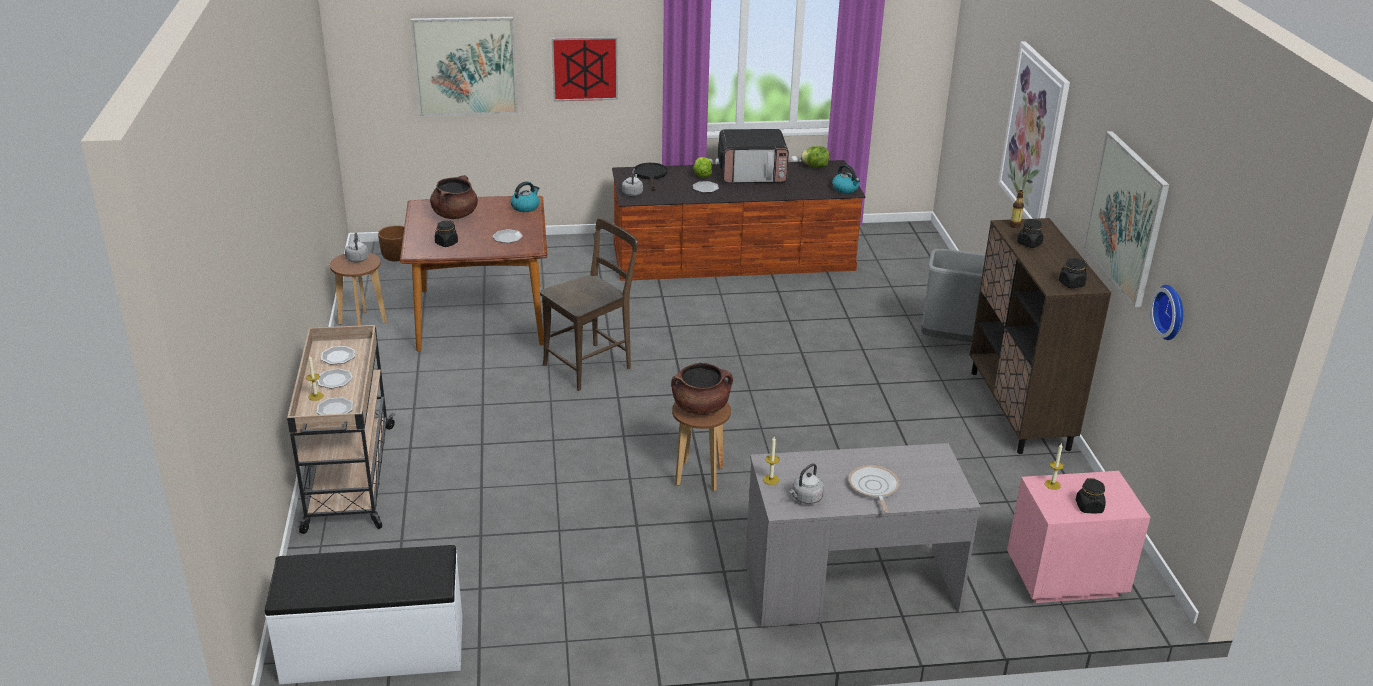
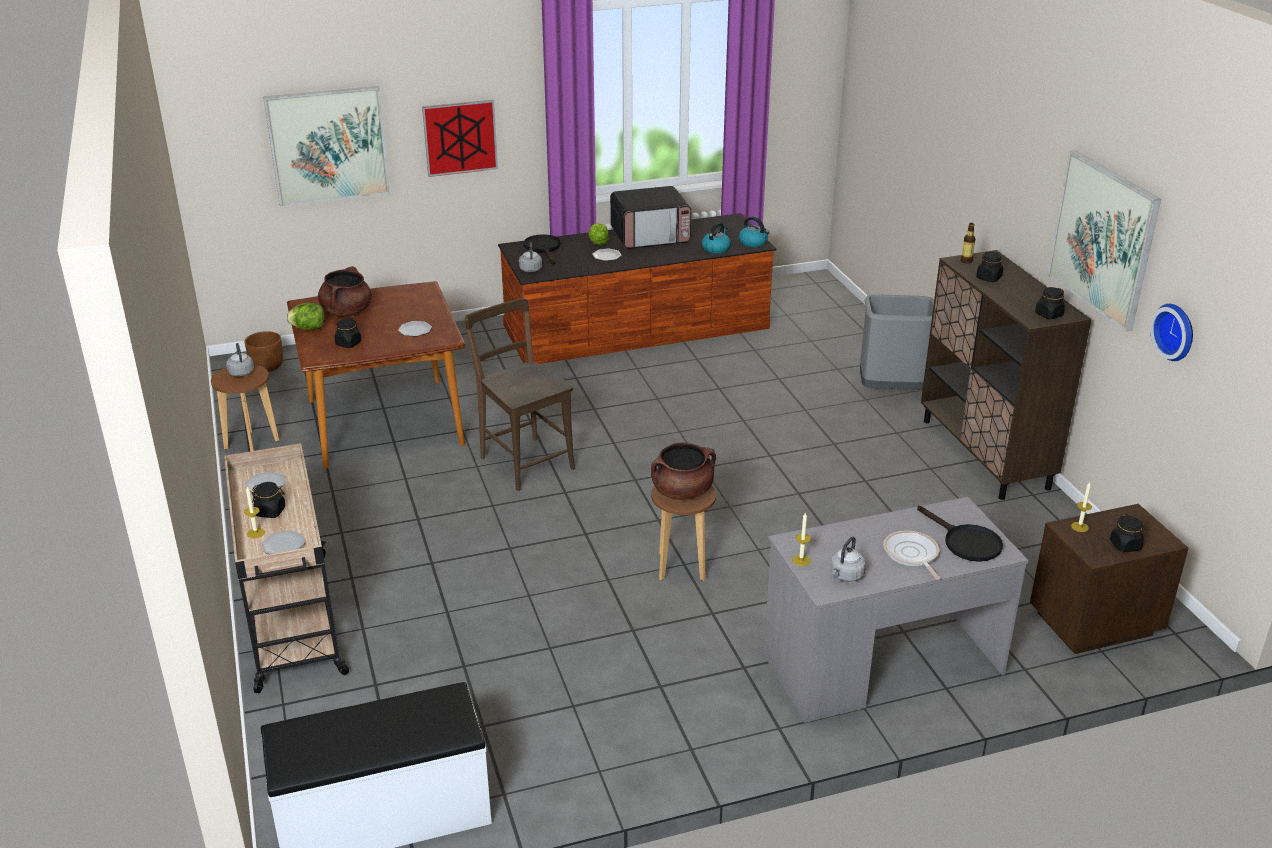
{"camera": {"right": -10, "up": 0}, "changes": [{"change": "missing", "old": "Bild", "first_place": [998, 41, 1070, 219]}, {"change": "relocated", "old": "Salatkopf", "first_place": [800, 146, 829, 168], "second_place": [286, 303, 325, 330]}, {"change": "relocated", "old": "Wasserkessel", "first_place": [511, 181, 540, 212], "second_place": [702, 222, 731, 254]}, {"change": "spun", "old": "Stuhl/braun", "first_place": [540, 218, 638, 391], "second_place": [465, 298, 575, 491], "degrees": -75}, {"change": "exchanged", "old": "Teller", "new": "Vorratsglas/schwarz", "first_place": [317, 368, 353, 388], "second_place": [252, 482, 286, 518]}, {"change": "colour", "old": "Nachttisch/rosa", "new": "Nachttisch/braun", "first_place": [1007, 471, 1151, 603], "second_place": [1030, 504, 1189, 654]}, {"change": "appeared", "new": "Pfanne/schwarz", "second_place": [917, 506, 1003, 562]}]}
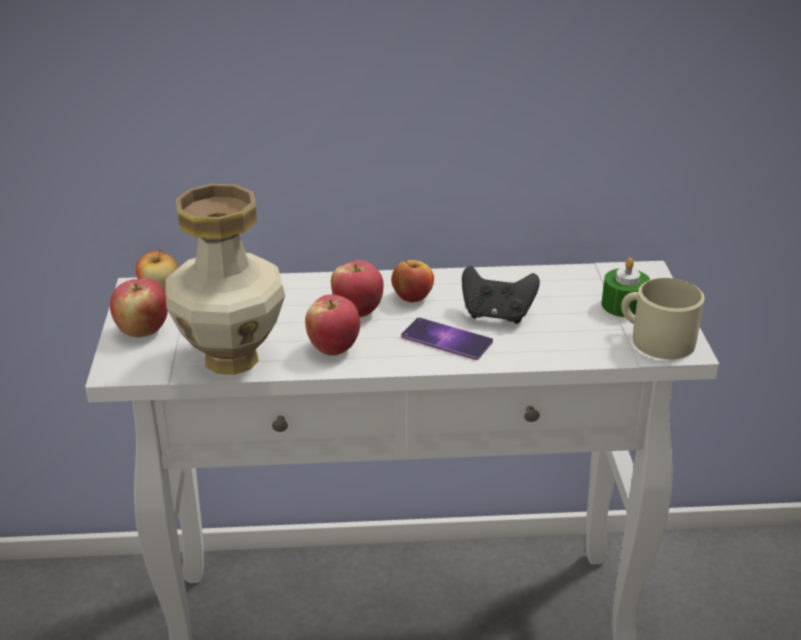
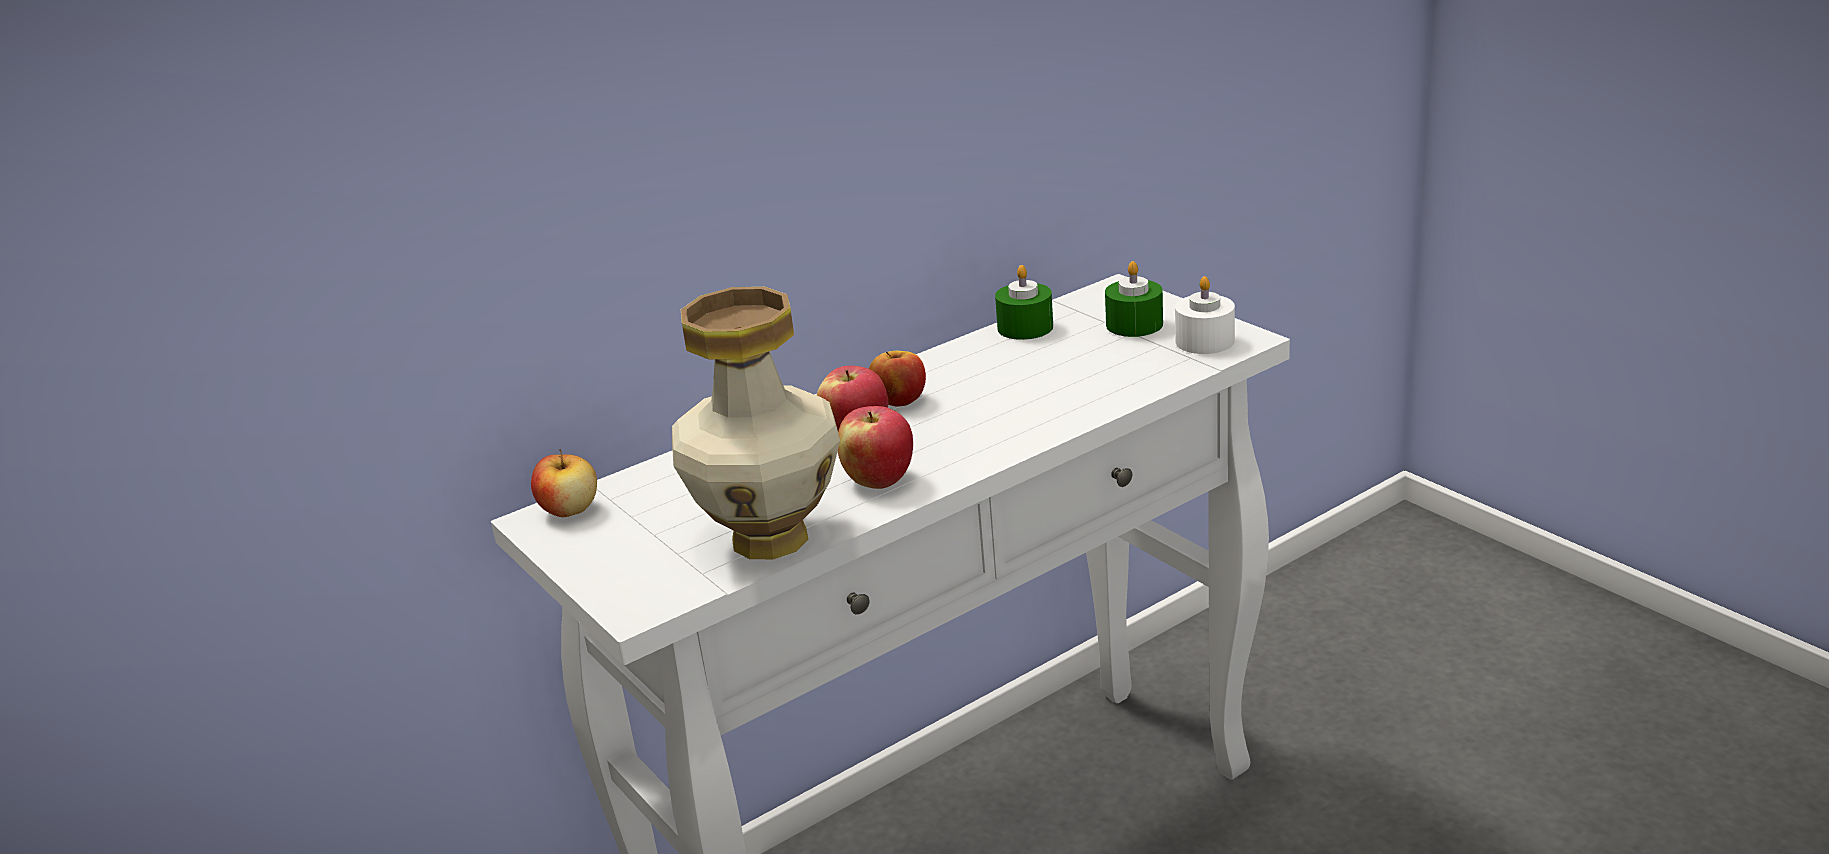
{"camera": {"right": -30, "up": -5}, "changes": [{"change": "missing", "old": "Gamepad/schwarz", "first_place": [462, 266, 540, 324]}, {"change": "exchanged", "old": "Henkelbecher/beige", "new": "Kerze/weiß", "first_place": [621, 278, 704, 359], "second_place": [1175, 276, 1235, 354]}, {"change": "missing", "old": "Apfel", "first_place": [110, 279, 168, 337]}, {"change": "missing", "old": "Handy", "first_place": [401, 318, 493, 360]}, {"change": "appeared", "new": "Kerze/grün", "second_place": [995, 265, 1053, 340]}]}
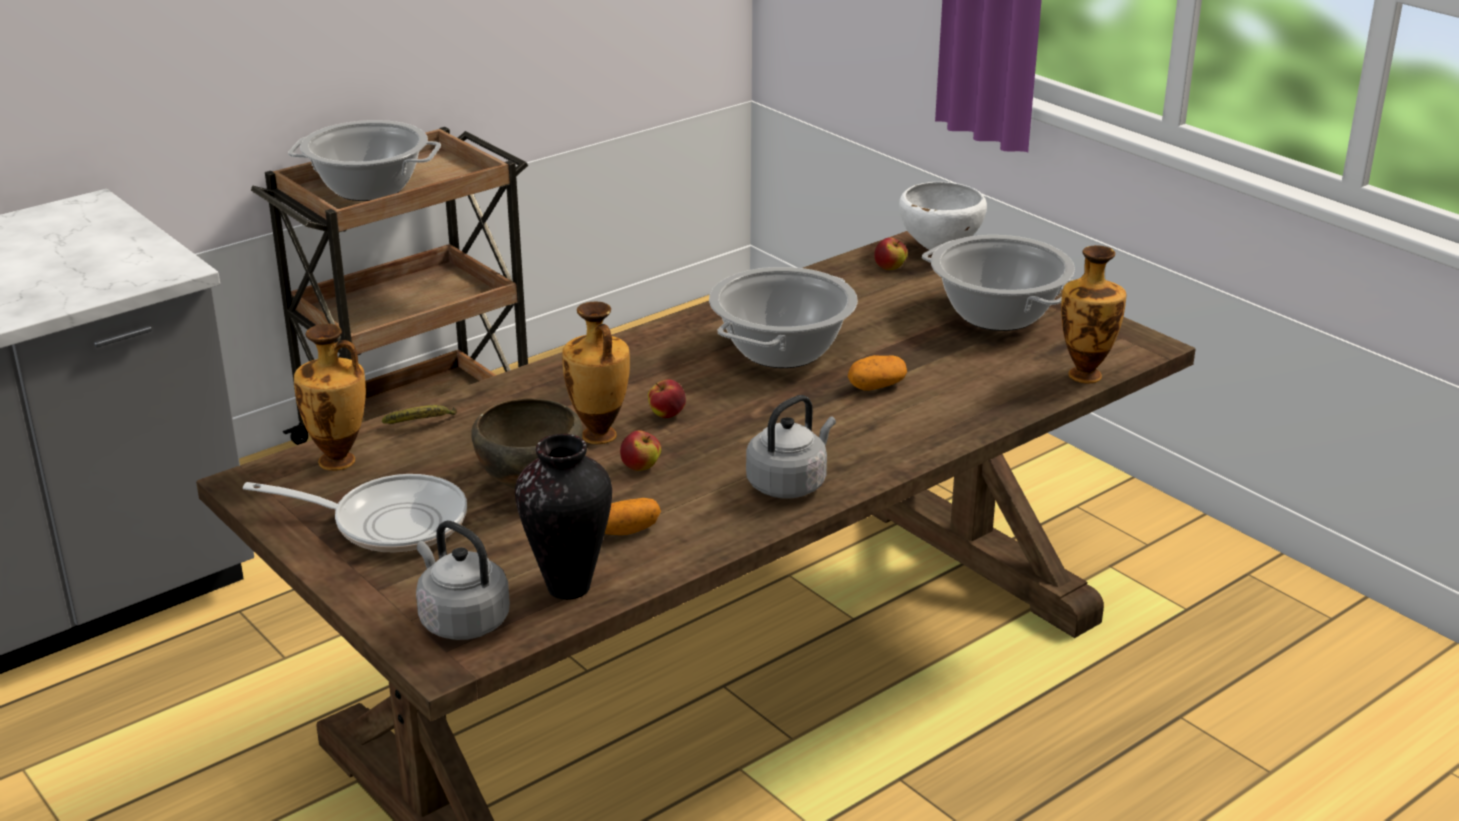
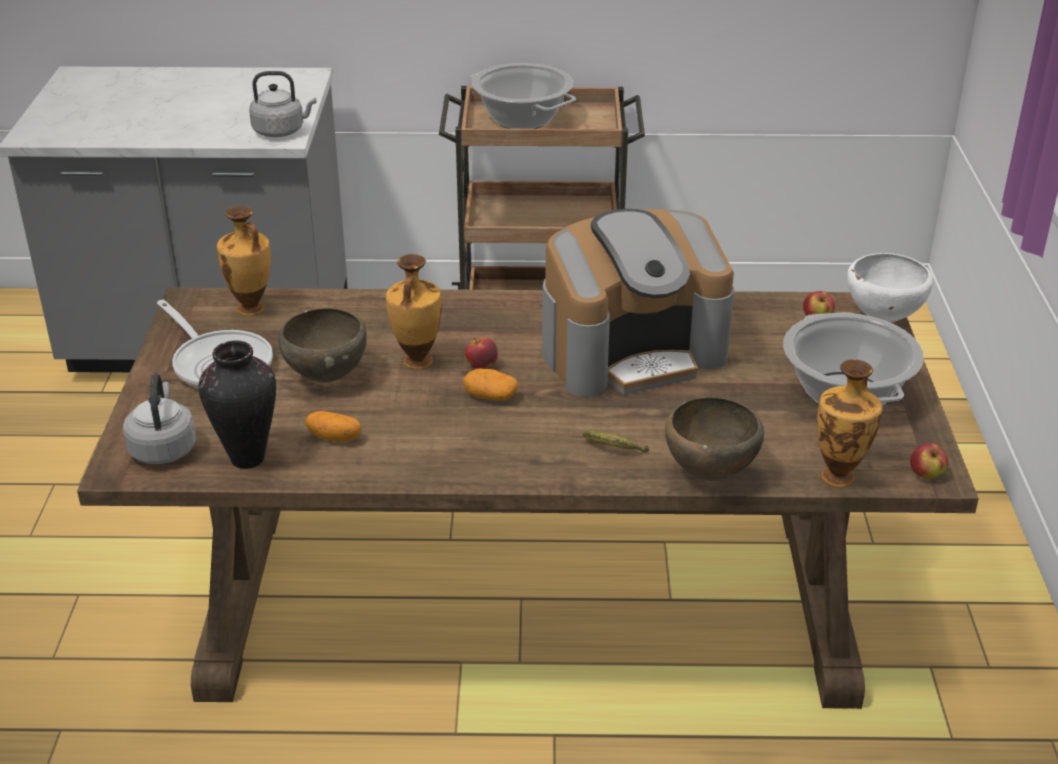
{"camera": {"right": 40, "up": 5}, "changes": [{"change": "exchanged", "old": "Kochtopf", "new": "Kaffeemaschine", "first_place": [709, 267, 858, 368], "second_place": [542, 209, 734, 397]}, {"change": "relocated", "old": "Kartoffel", "first_place": [848, 355, 907, 391], "second_place": [463, 368, 518, 400]}, {"change": "relocated", "old": "Wasserkessel/grau", "first_place": [746, 395, 836, 499], "second_place": [249, 71, 317, 137]}, {"change": "relocated", "old": "Banane", "first_place": [382, 405, 457, 424], "second_place": [583, 430, 649, 452]}, {"change": "relocated", "old": "Apfel", "first_place": [620, 430, 661, 471], "second_place": [910, 443, 948, 479]}, {"change": "appeared", "new": "Schüssel/braun", "second_place": [665, 397, 764, 481]}]}
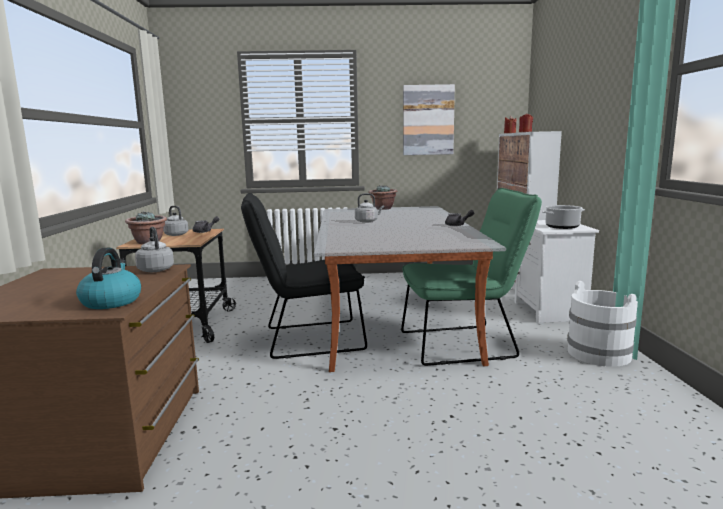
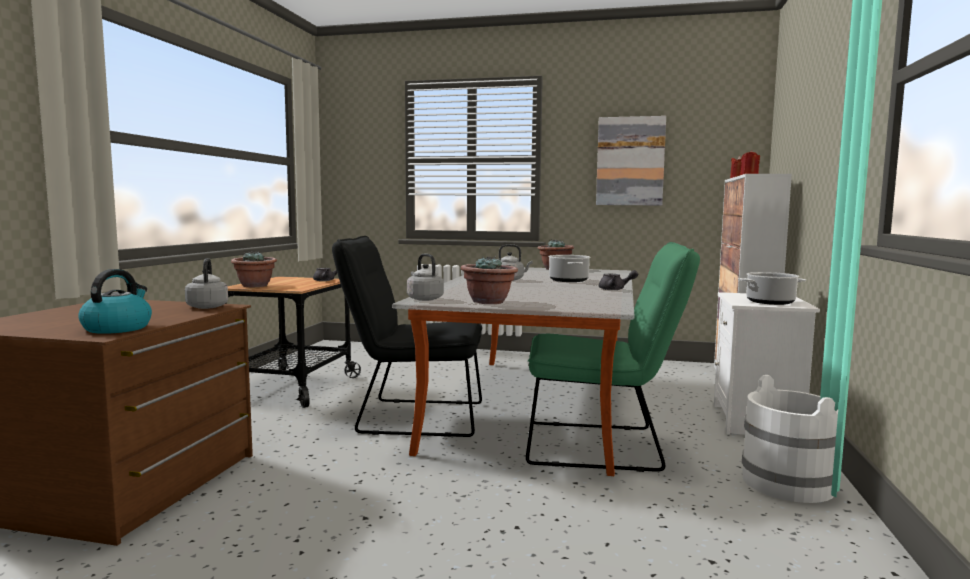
{"camera": {"right": 15, "up": -5}, "changes": [{"change": "relocated", "old": "Wasserkessel/grau", "first_place": [163, 206, 188, 236], "second_place": [407, 254, 444, 301]}, {"change": "appeared", "new": "Kochtopf", "second_place": [548, 255, 591, 282]}, {"change": "appeared", "new": "Topfpflanze", "second_place": [461, 256, 518, 304]}]}
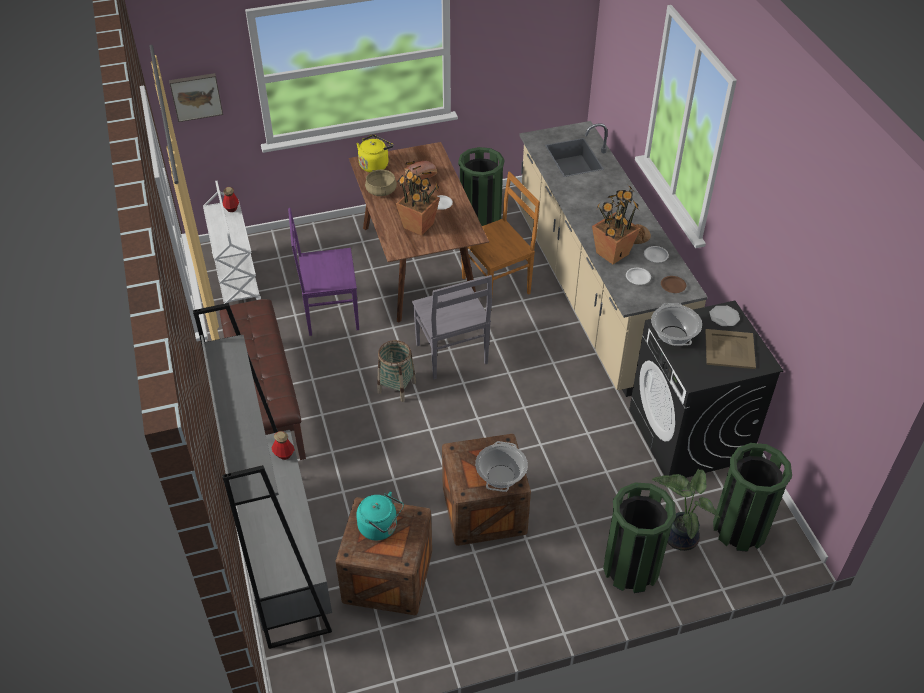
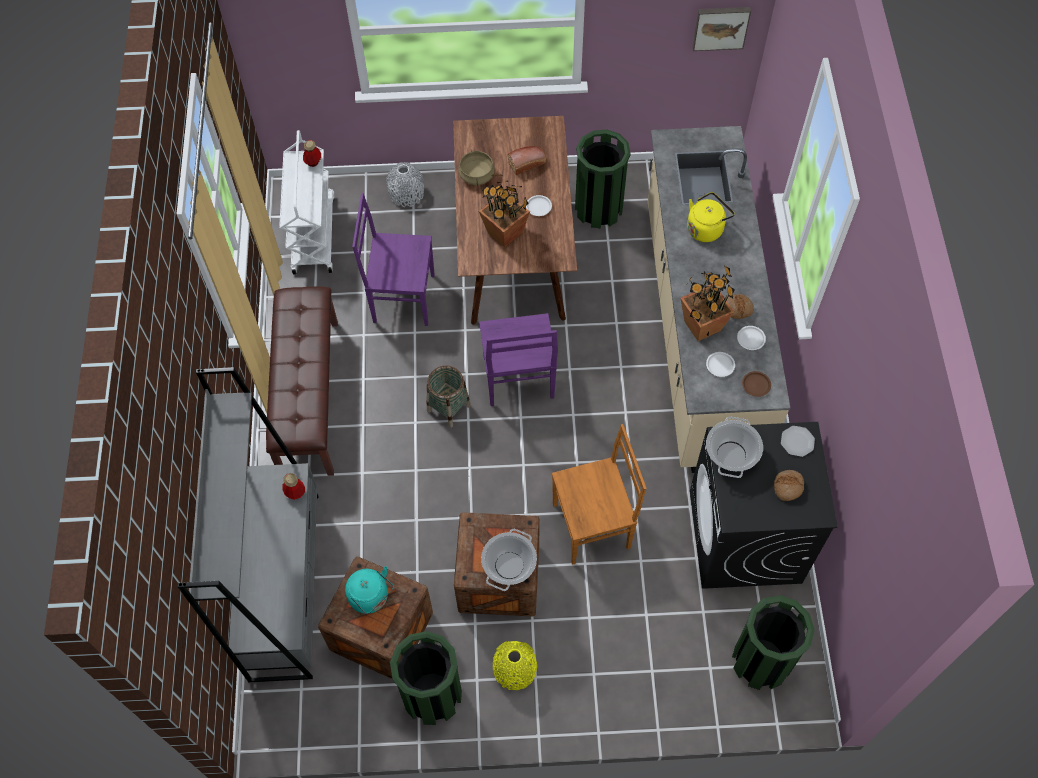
{"camera": {"right": 15, "up": 15}, "changes": [{"change": "relocated", "old": "Bild", "first_place": [169, 73, 223, 122], "second_place": [692, 7, 751, 51]}, {"change": "relocated", "old": "Wasserkessel/gelb", "first_place": [356, 135, 393, 172], "second_place": [687, 192, 735, 242]}, {"change": "relocated", "old": "Stuhl/braun", "first_place": [461, 171, 540, 308], "second_place": [552, 424, 646, 565]}, {"change": "colour", "old": "Stuhl/grau", "new": "Stuhl/lila", "first_place": [412, 275, 492, 379], "second_place": [479, 313, 558, 406]}, {"change": "exchanged", "old": "Tablett/beige", "new": "Brot", "first_place": [705, 329, 756, 369], "second_place": [774, 470, 804, 501]}, {"change": "missing", "old": "Topfpflanze", "first_place": [652, 469, 720, 551]}, {"change": "relocated", "old": "Mülleimer/grün", "first_place": [603, 483, 676, 593], "second_place": [390, 631, 462, 725]}, {"change": "appeared", "new": "Vase/grau", "second_place": [386, 162, 424, 207]}, {"change": "appeared", "new": "Vase/gelb", "second_place": [493, 641, 537, 690]}]}
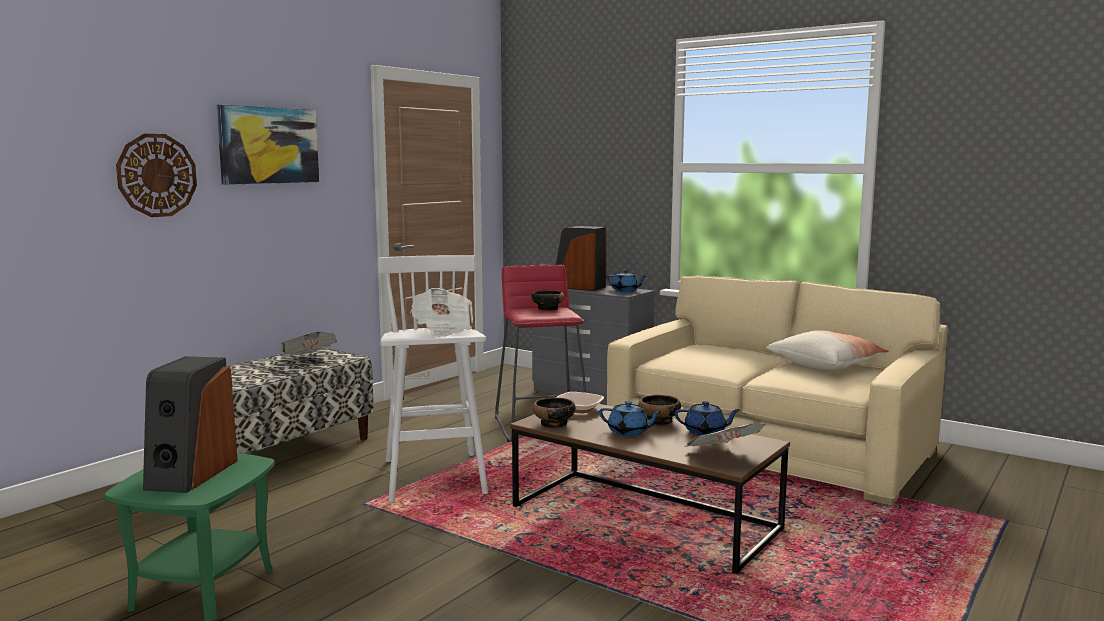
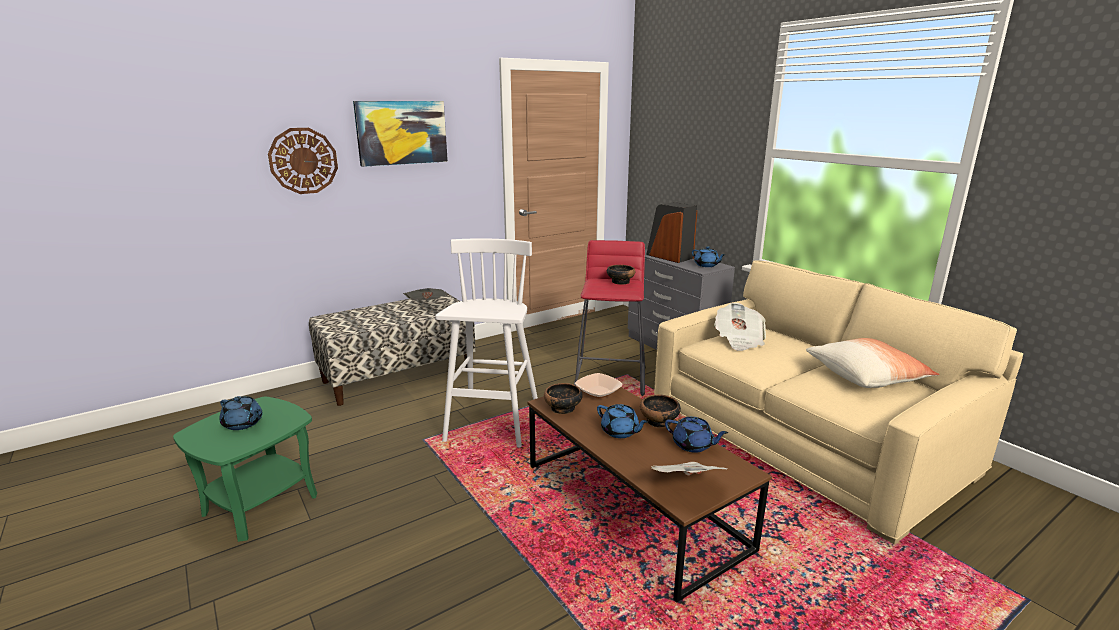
{"camera": {"right": 20, "up": 10}, "changes": [{"change": "relocated", "old": "Zeitung", "first_place": [410, 288, 473, 337], "second_place": [714, 303, 766, 351]}, {"change": "exchanged", "old": "Lautsprecher", "new": "Teekanne/blau", "first_place": [143, 356, 238, 493], "second_place": [219, 396, 263, 430]}]}
